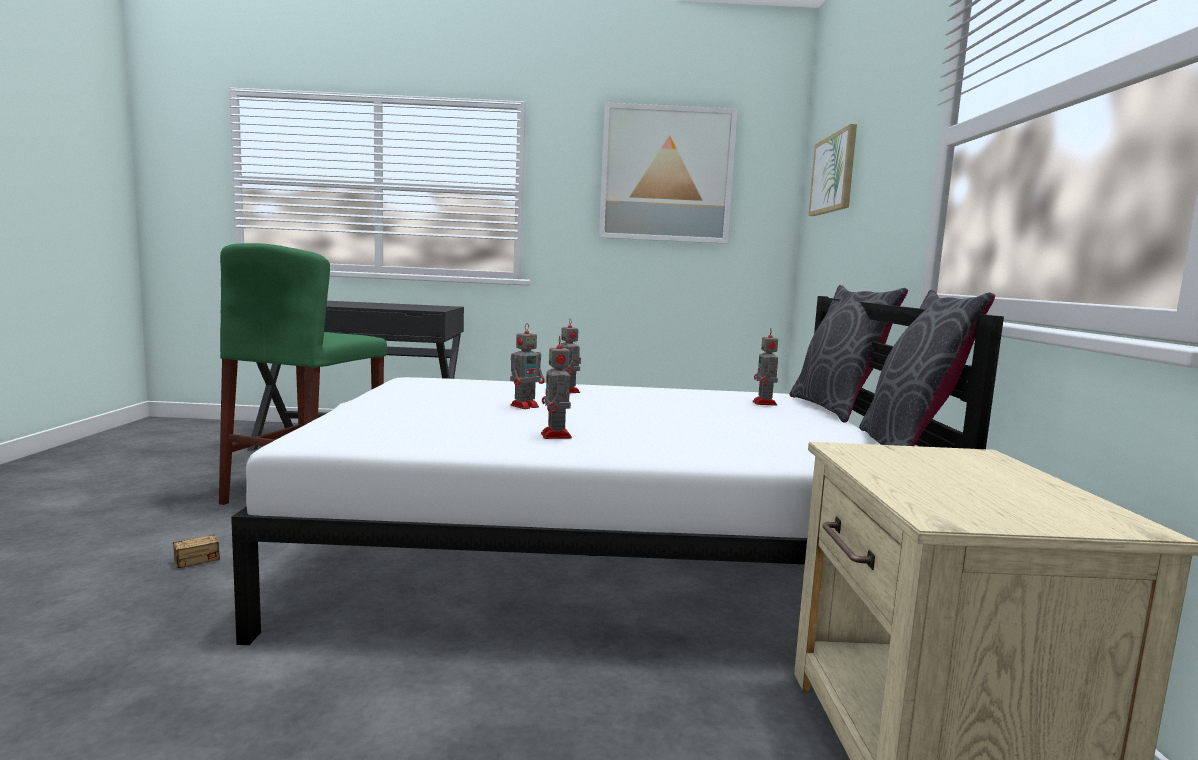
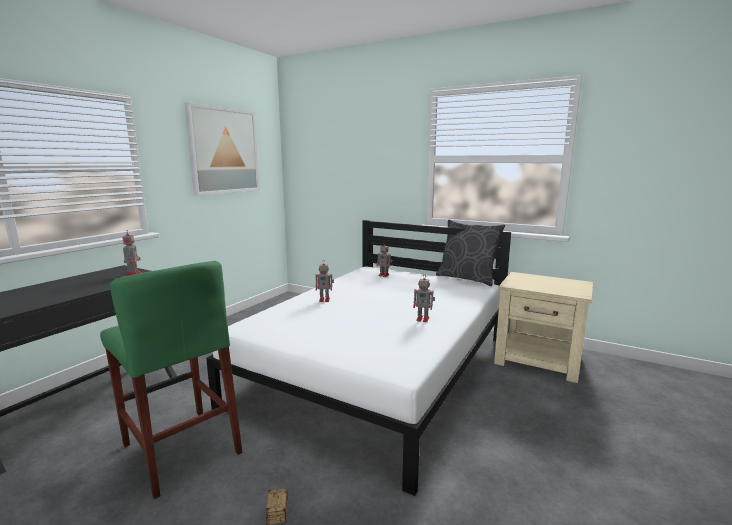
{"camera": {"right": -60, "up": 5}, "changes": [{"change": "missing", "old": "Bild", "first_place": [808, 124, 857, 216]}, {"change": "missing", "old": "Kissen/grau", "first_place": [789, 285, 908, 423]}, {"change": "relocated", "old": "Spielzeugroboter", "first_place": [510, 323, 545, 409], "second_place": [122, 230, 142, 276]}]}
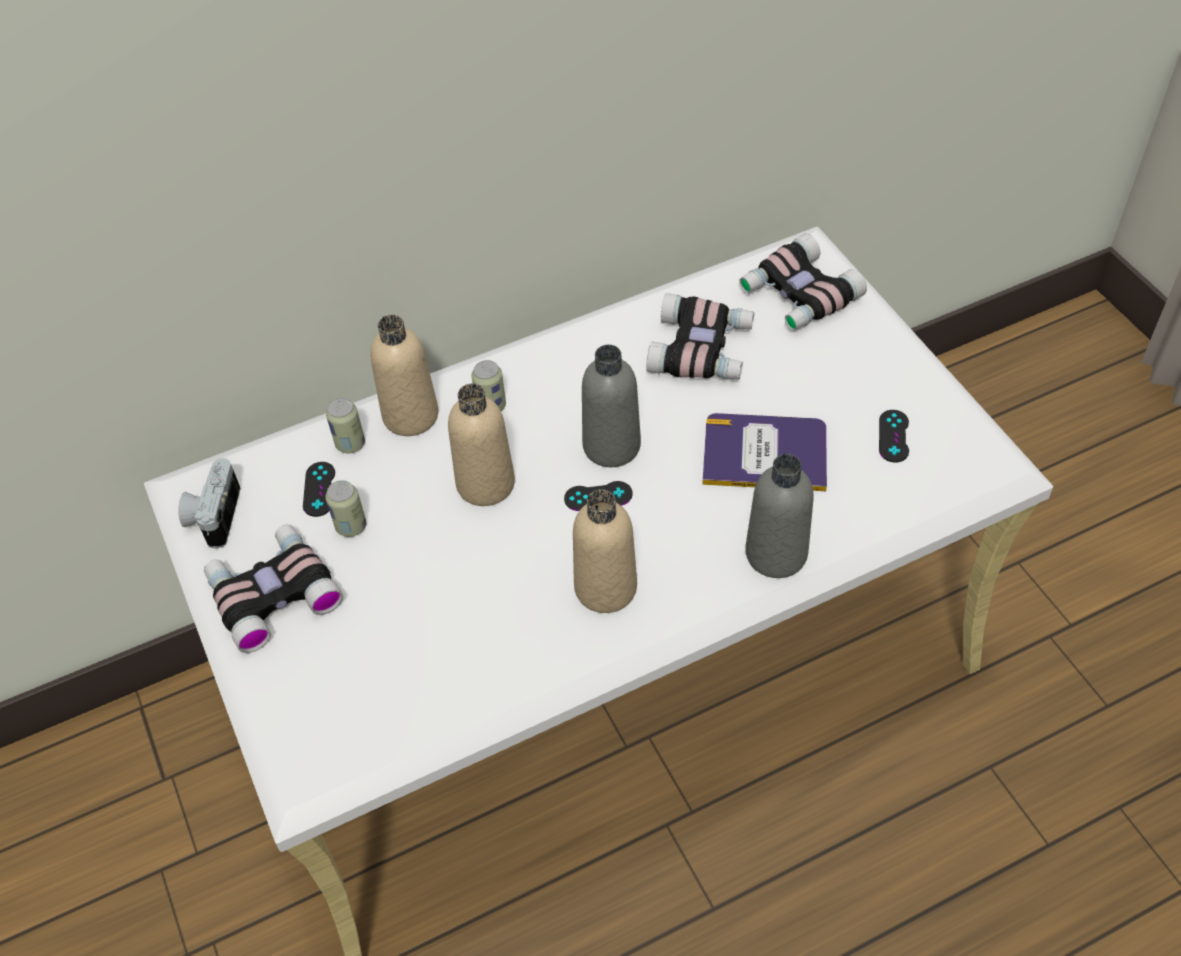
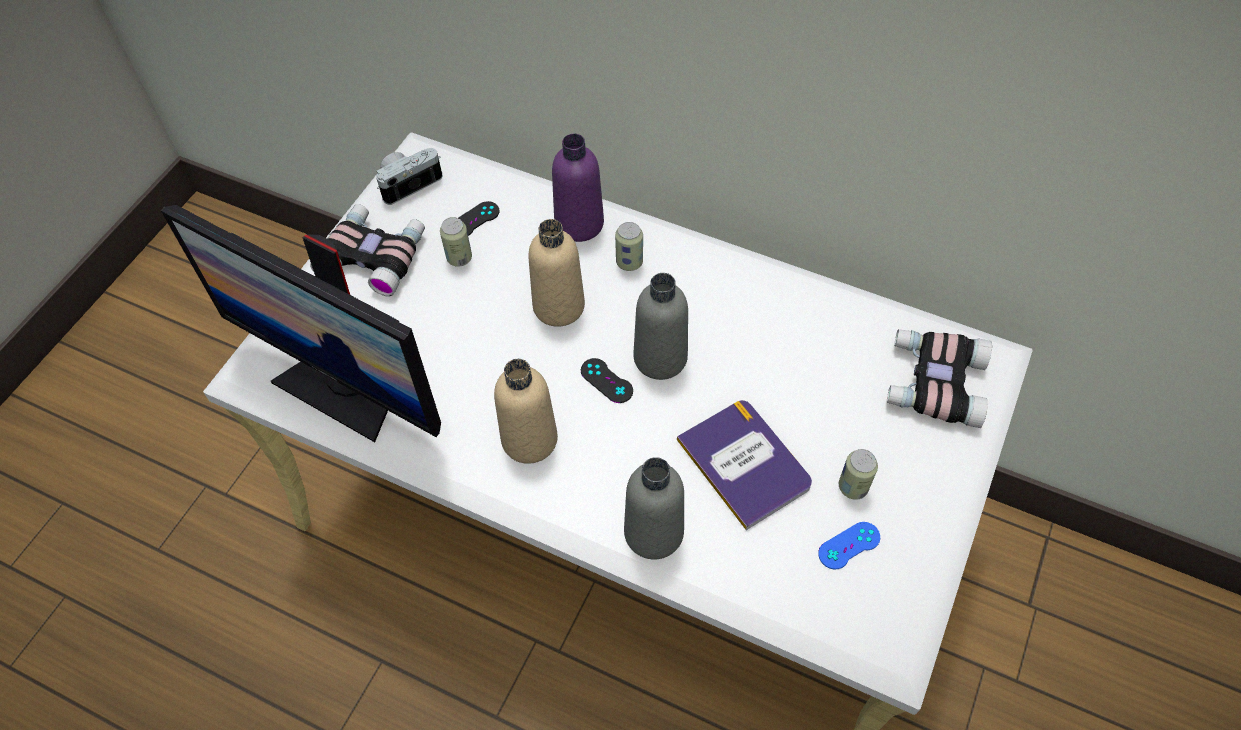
{"camera": {"right": 50, "up": 5}, "changes": [{"change": "missing", "old": "Fernglas", "first_place": [646, 293, 754, 379]}, {"change": "colour", "old": "Flasche/beige", "new": "Flasche/lila", "first_place": [370, 315, 438, 436], "second_place": [552, 134, 604, 242]}, {"change": "relocated", "old": "Dose", "first_place": [326, 398, 365, 453], "second_place": [839, 449, 878, 500]}, {"change": "colour", "old": "Gamepad/schwarz", "new": "Gamepad/blau", "first_place": [879, 410, 909, 463], "second_place": [818, 522, 880, 569]}, {"change": "appeared", "new": "Monitor", "second_place": [161, 205, 441, 442]}]}
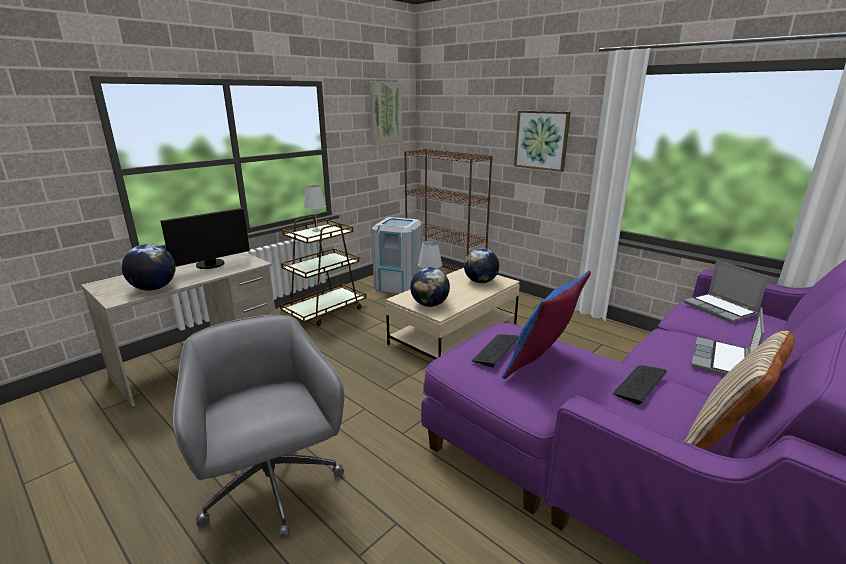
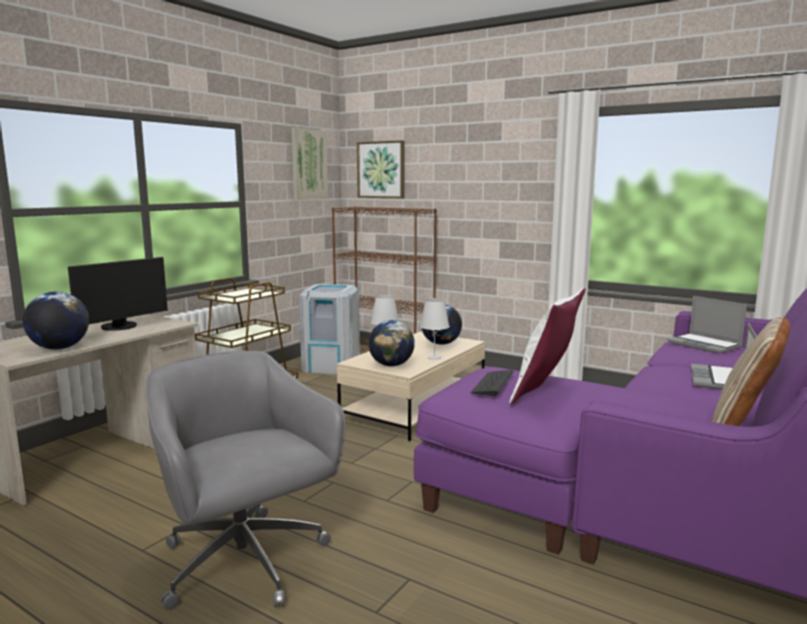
{"camera": {"right": -10, "up": -10}, "changes": [{"change": "relocated", "old": "Bild", "first_place": [514, 110, 571, 172], "second_place": [357, 140, 404, 198]}, {"change": "relocated", "old": "Tischlampe/weiß", "first_place": [304, 185, 326, 232], "second_place": [420, 298, 450, 360]}, {"change": "colour", "old": "Kissen/blau", "new": "Kissen/weiß", "first_place": [502, 271, 591, 379], "second_place": [509, 288, 585, 404]}, {"change": "missing", "old": "Tastatur", "first_place": [612, 365, 667, 405]}]}
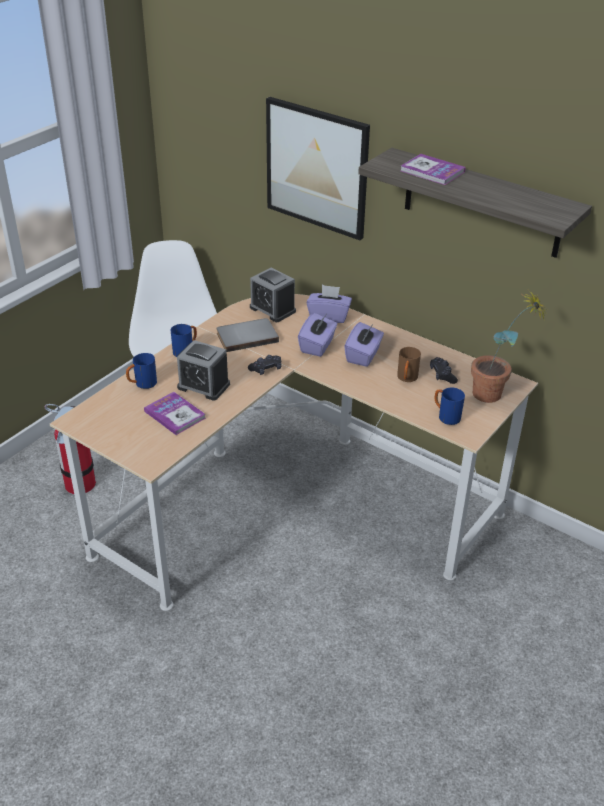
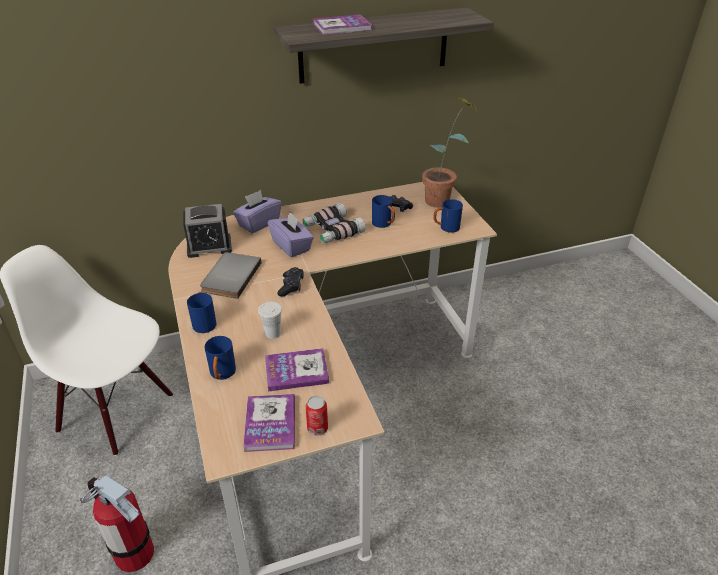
{"camera": {"right": -55, "up": 0}, "changes": [{"change": "missing", "old": "Bild", "first_place": [266, 97, 370, 240]}, {"change": "exchanged", "old": "Taschentuchbox/lila", "new": "Fernglas", "first_place": [344, 322, 384, 367], "second_place": [302, 203, 366, 243]}, {"change": "exchanged", "old": "Wecker", "new": "Tasse/weiß", "first_place": [177, 340, 230, 401], "second_place": [258, 302, 282, 339]}, {"change": "colour", "old": "Henkelbecher/braun", "new": "Henkelbecher/blau", "first_place": [397, 347, 421, 382], "second_place": [372, 195, 395, 228]}, {"change": "appeared", "new": "Buch", "second_place": [243, 394, 295, 452]}, {"change": "appeared", "new": "Dose", "second_place": [306, 396, 328, 436]}]}
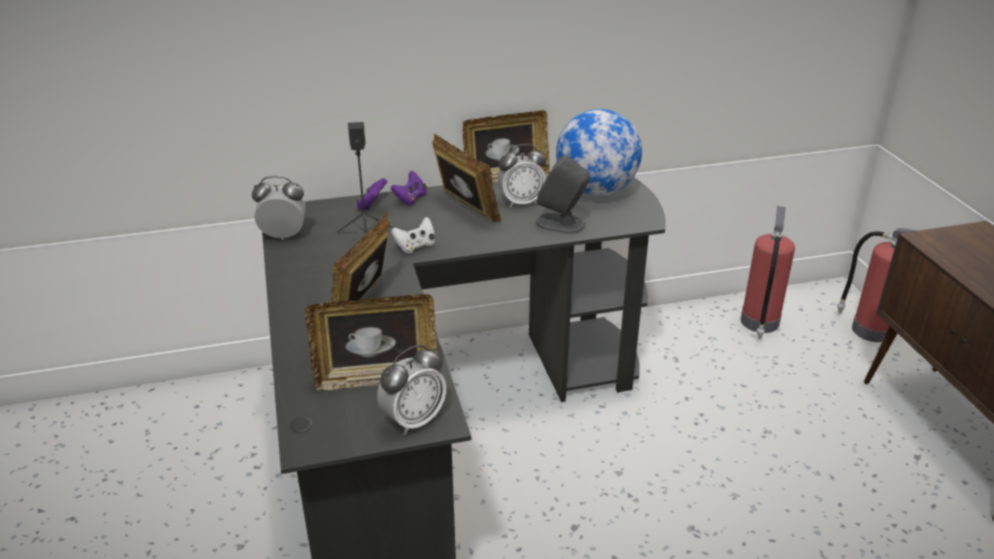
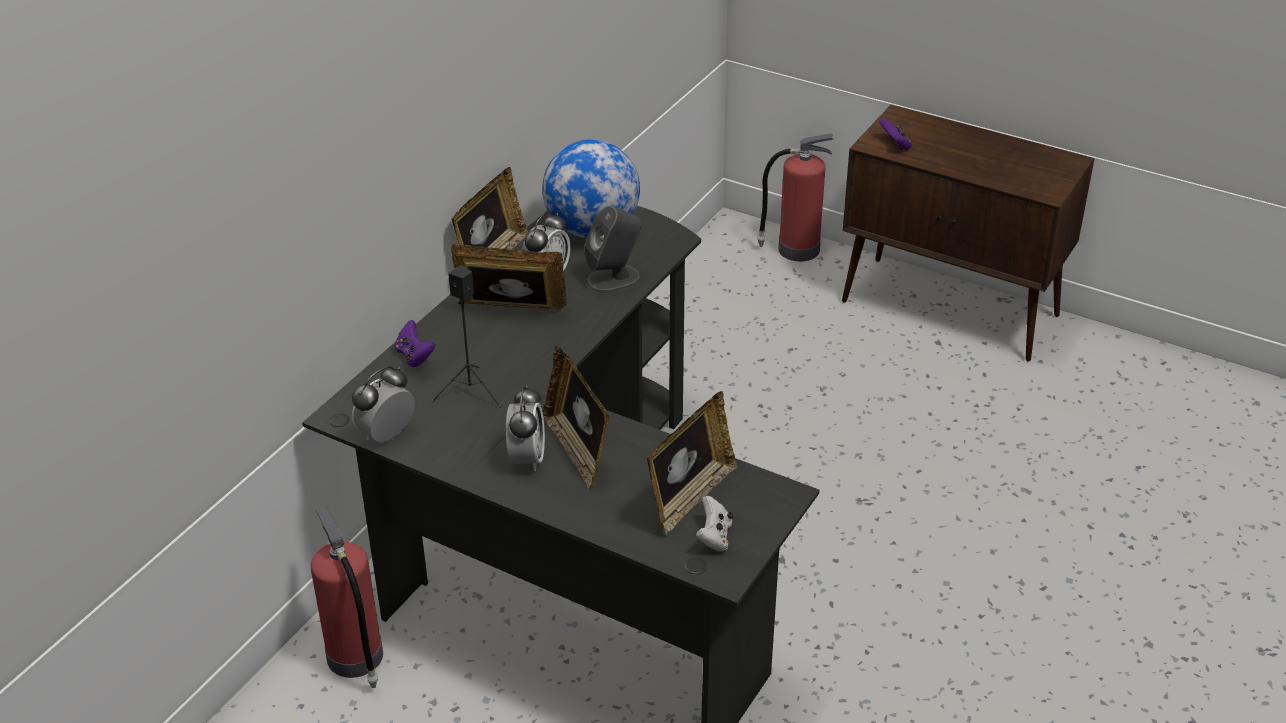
{"camera": {"right": -45, "up": 5}, "changes": [{"change": "relocated", "old": "Gamepad/lila", "first_place": [391, 171, 427, 205], "second_place": [879, 118, 912, 150]}, {"change": "relocated", "old": "Feuerlöscher", "first_place": [741, 206, 795, 339], "second_place": [311, 506, 383, 688]}, {"change": "relocated", "old": "Gamepad/weiß", "first_place": [391, 217, 435, 253], "second_place": [695, 496, 733, 551]}, {"change": "relocated", "old": "Wecker", "first_place": [377, 345, 447, 435], "second_place": [506, 386, 545, 471]}]}
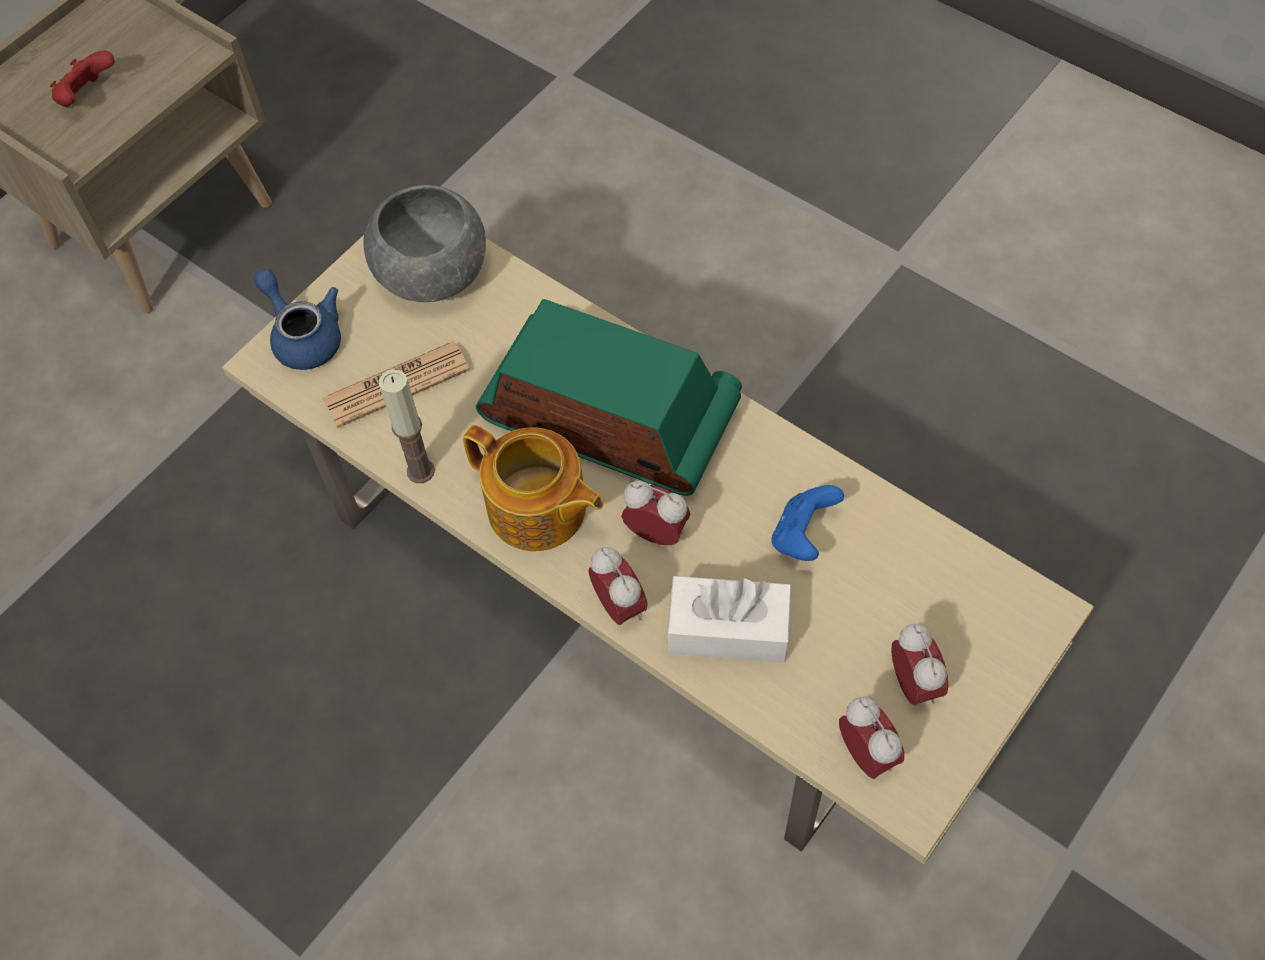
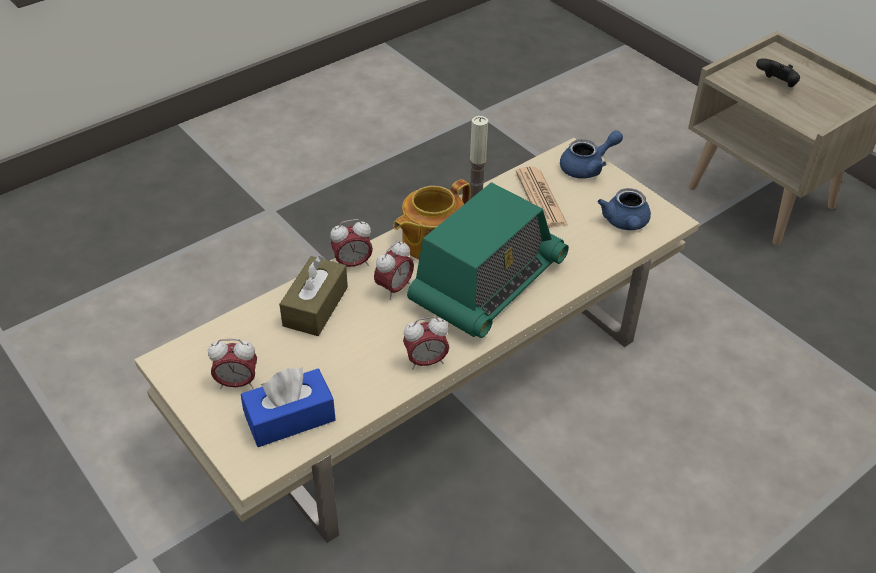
{"camera": {"right": 100, "up": -15}, "changes": [{"change": "colour", "old": "Gamepad/rot", "new": "Gamepad/schwarz", "first_place": [50, 50, 115, 107], "second_place": [756, 58, 800, 87]}, {"change": "exchanged", "old": "Schüssel/grau", "new": "Teekanne/blau", "first_place": [363, 185, 486, 302], "second_place": [598, 188, 651, 230]}, {"change": "missing", "old": "Gamepad/blau", "first_place": [771, 485, 844, 561]}, {"change": "colour", "old": "Taschentuchbox/weiß", "new": "Taschentuchbox/braun", "first_place": [667, 576, 791, 663], "second_place": [279, 256, 348, 336]}, {"change": "relocated", "old": "Wecker", "first_place": [839, 697, 904, 779], "second_place": [403, 316, 449, 370]}, {"change": "appeared", "new": "Taschentuchbox/blau", "second_place": [241, 367, 336, 447]}]}
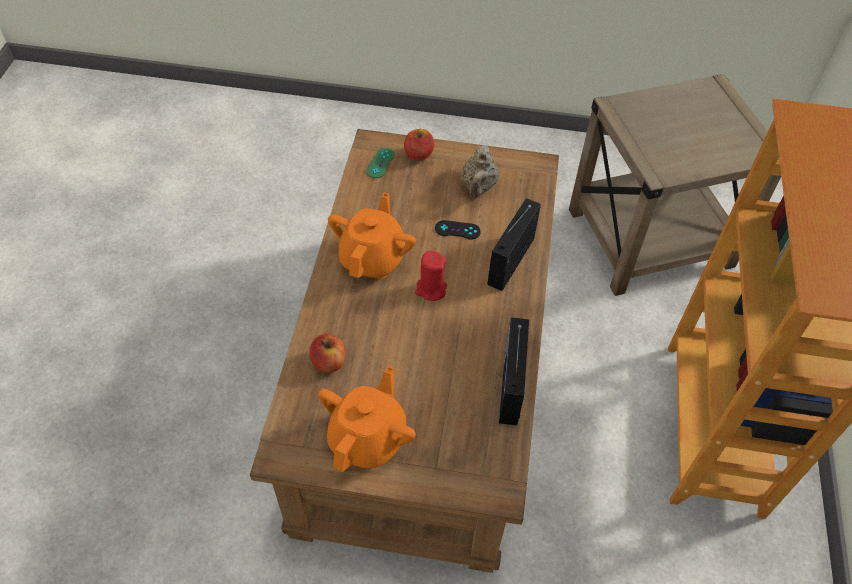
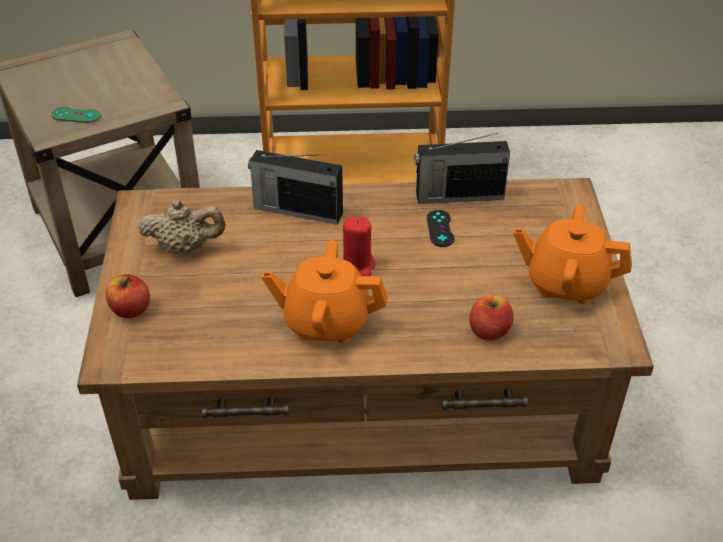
{"camera": {"right": -100, "up": -10}, "changes": [{"change": "relocated", "old": "Gamepad/grün", "first_place": [366, 148, 395, 178], "second_place": [51, 107, 101, 123]}, {"change": "relocated", "old": "Gamepad/schwarz", "first_place": [435, 220, 481, 240], "second_place": [427, 210, 454, 247]}]}
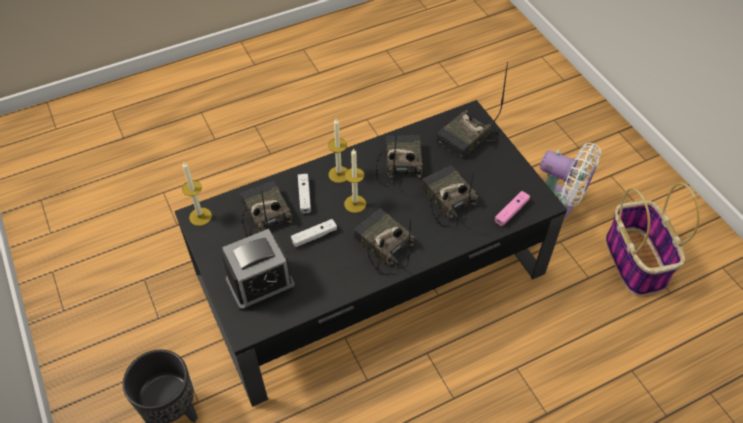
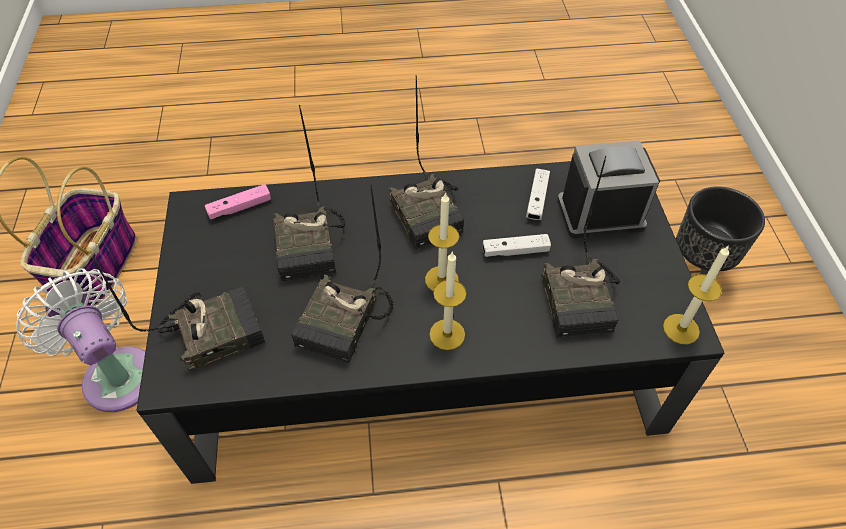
{"camera": {"right": -160, "up": 0}, "changes": [{"change": "relocated", "old": "Gamepad/weiß", "first_place": [298, 174, 311, 213], "second_place": [526, 169, 550, 220]}]}
